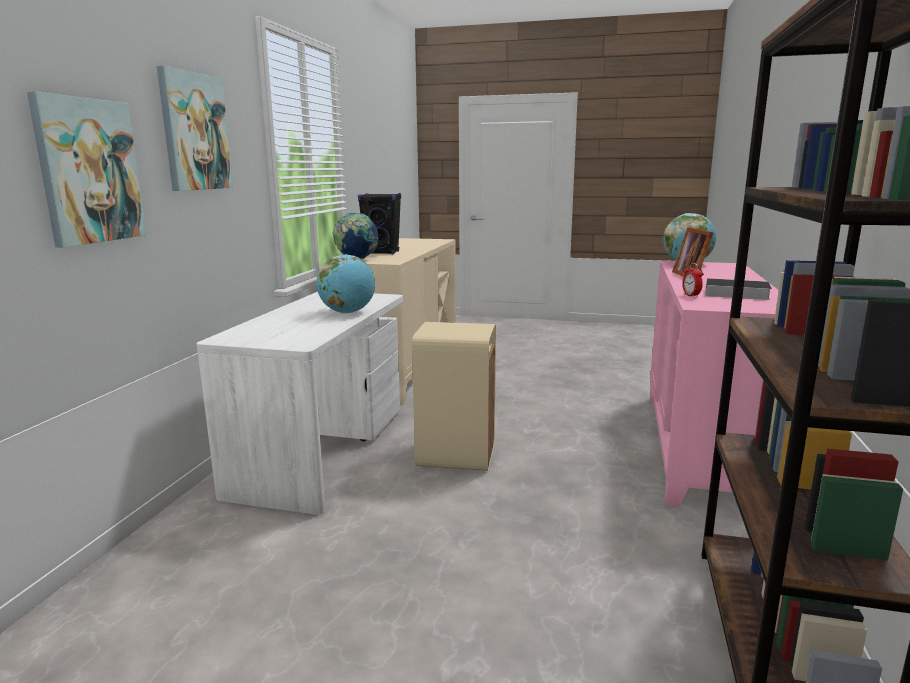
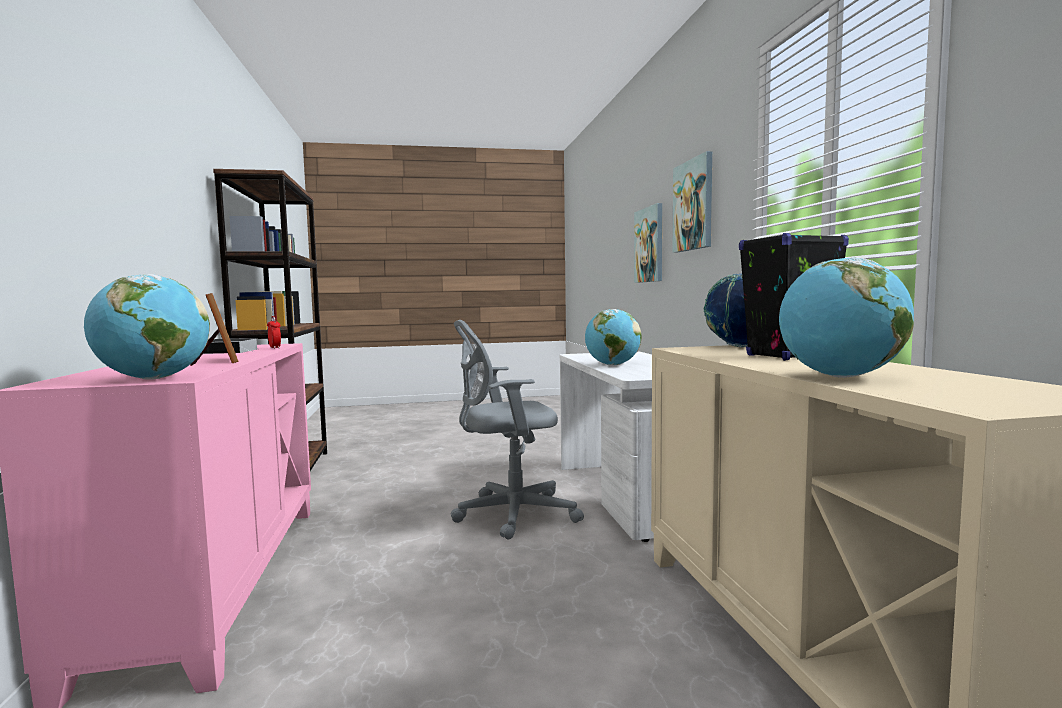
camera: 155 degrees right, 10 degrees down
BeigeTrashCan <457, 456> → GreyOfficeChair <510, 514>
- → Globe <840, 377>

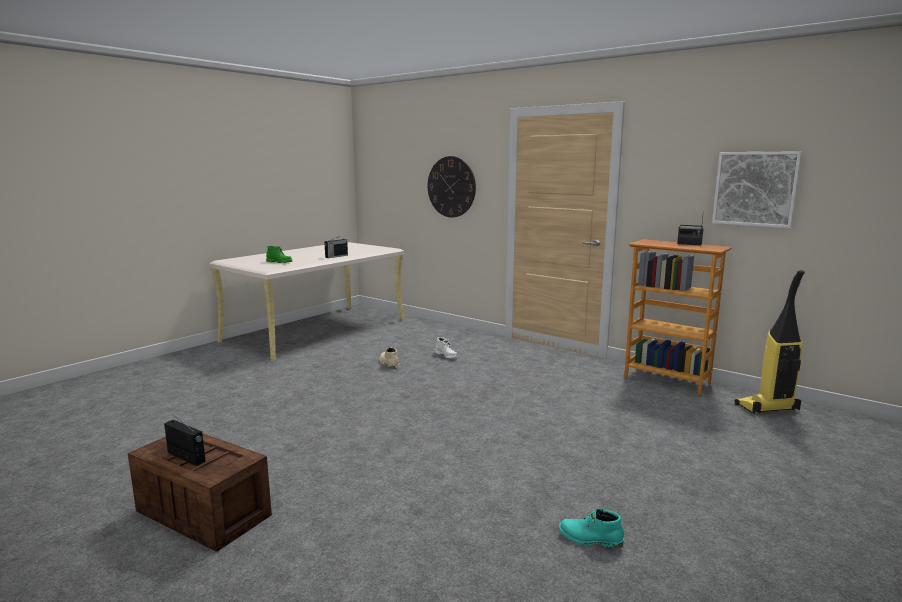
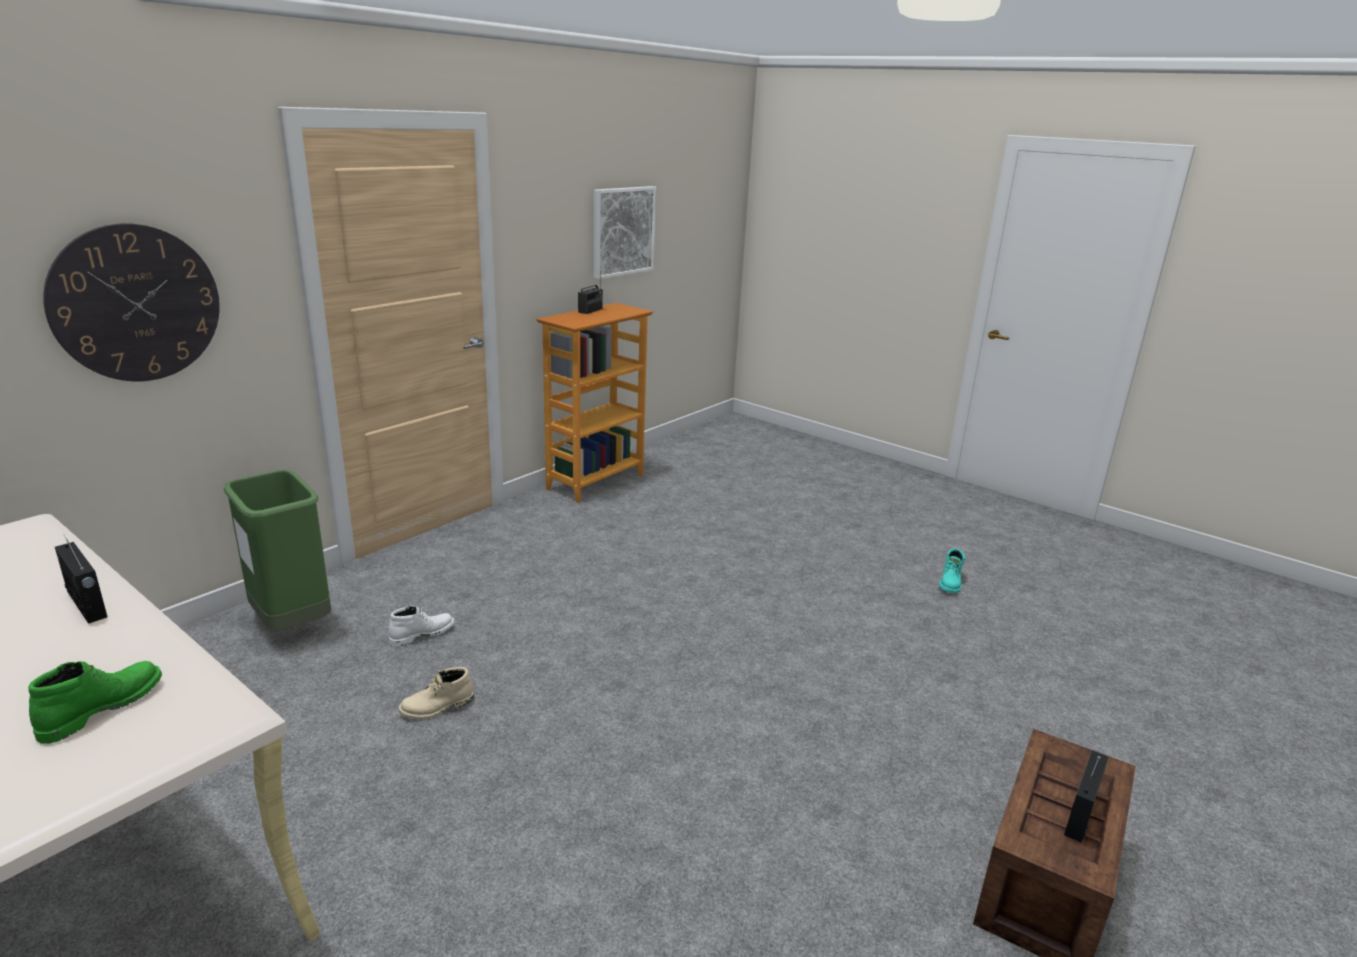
camera: 90 degrees left, 10 degrees up
VacuumCleaner <767, 408> → -
- → GreenTrashCan <292, 623>

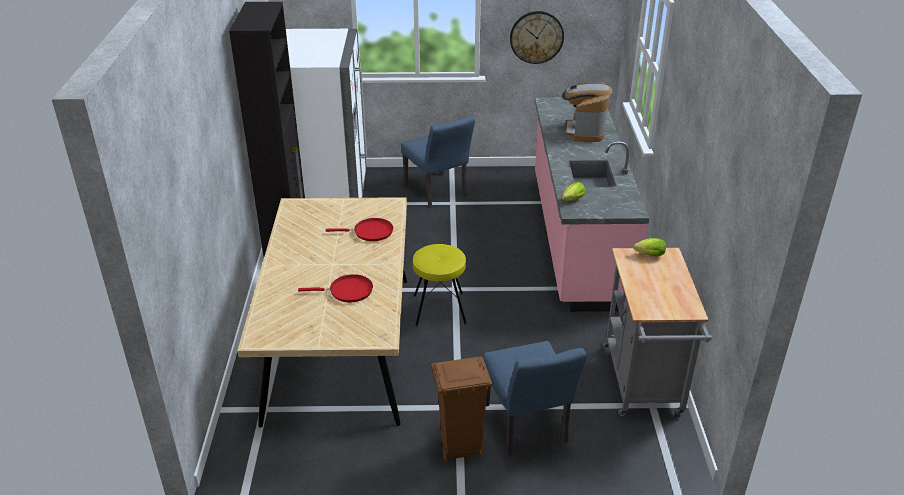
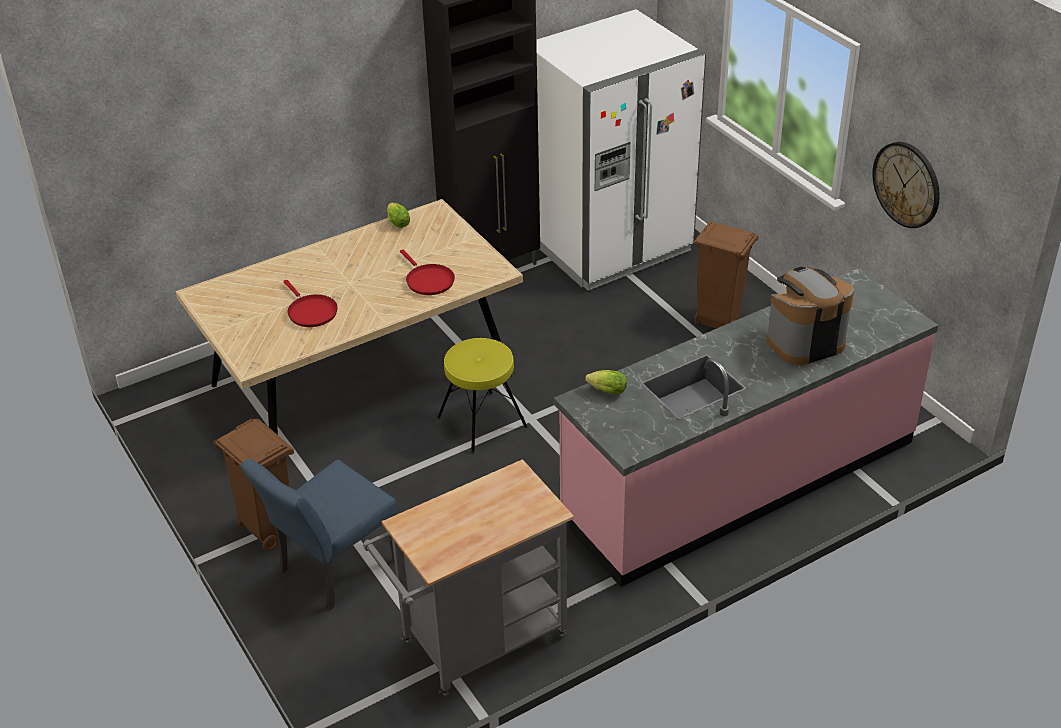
camera: 60 degrees right, 5 degrees up
BlueChair <438, 193> → BrownTrashCan <717, 321>
Lettuce <648, 255> → Lettuce <397, 222>, move

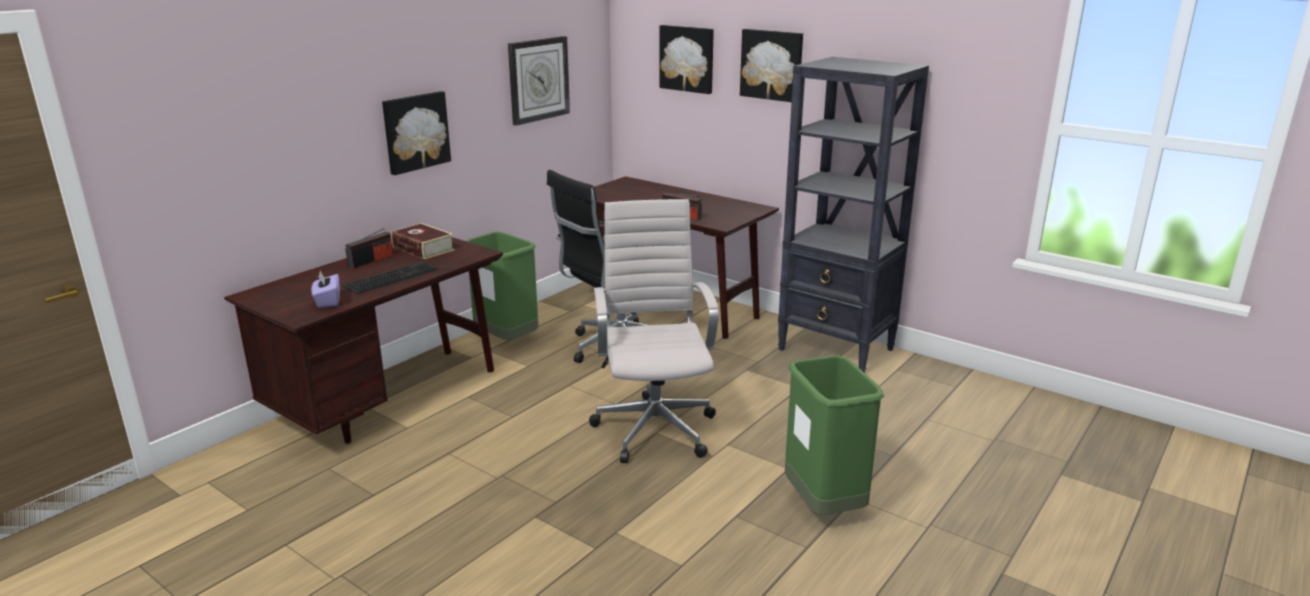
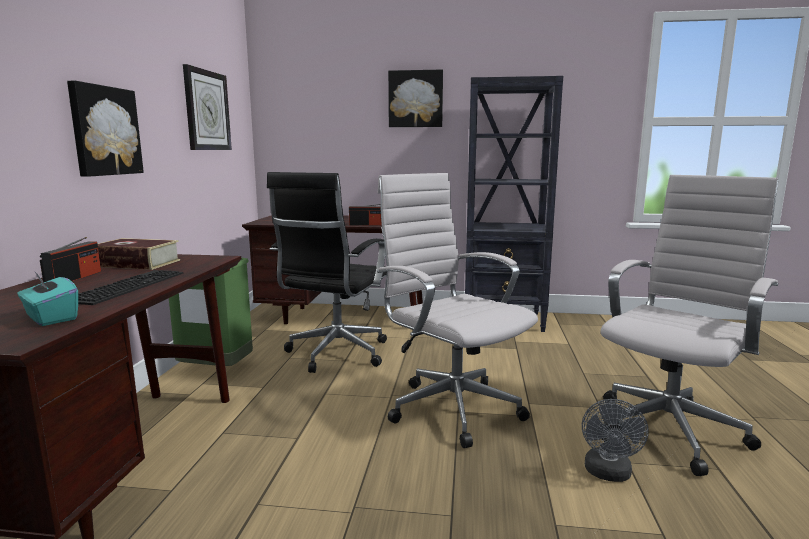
camera: 30 degrees left, 10 degrees down
PurpleTissueBox <328, 301> → TurquoiseTissueBox <51, 318>
Picture <687, 58> → -
GreenTrashCan <823, 506> → WhiteOfficeChair <670, 428>
- → GreyFan <608, 474>

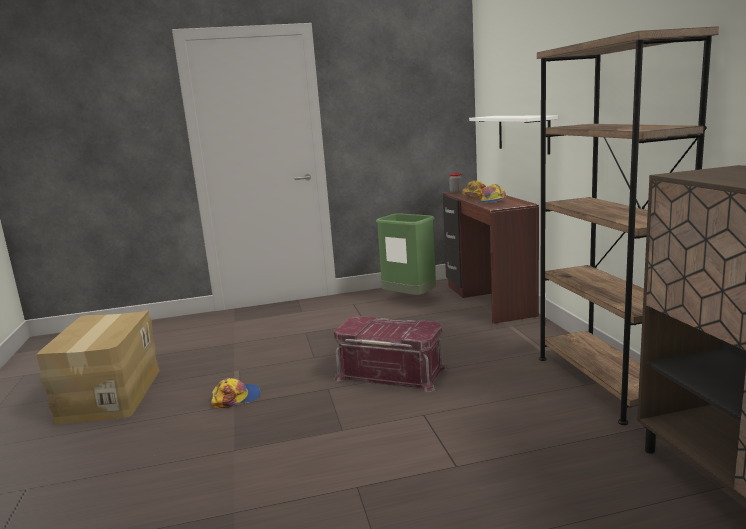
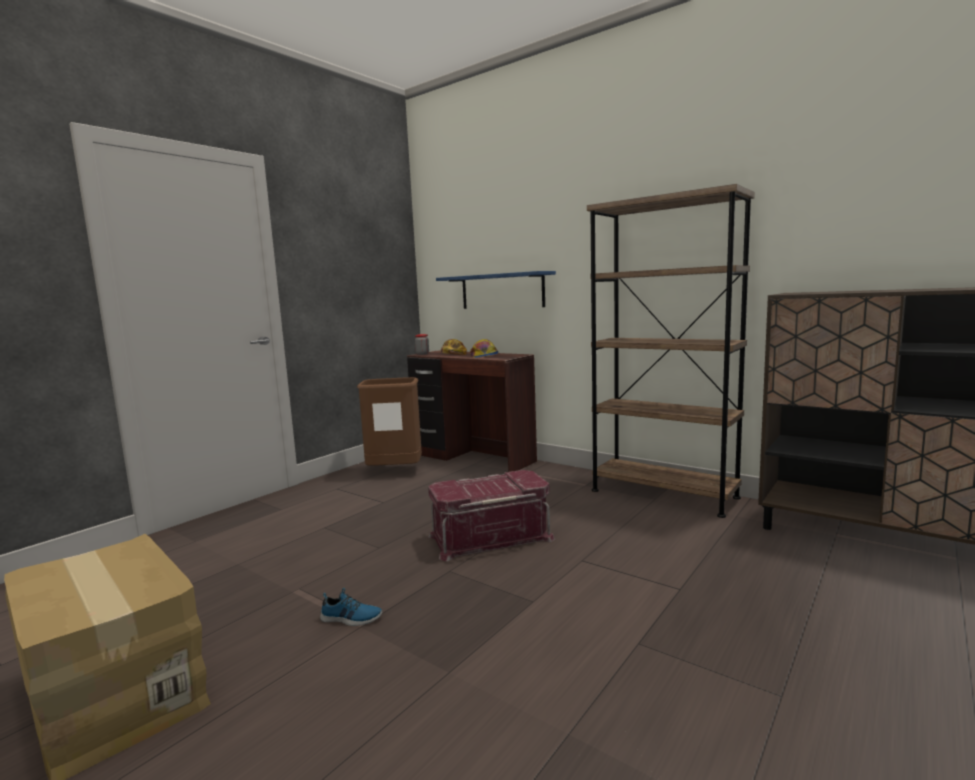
camera: 40 degrees left, 5 degrees down
Cap <236, 398> → Shoe <351, 618>
GreenTrashCan <409, 299> → BrownTrashCan <394, 472>
WhiteShelf <523, 133> → BlueShelf <502, 291>

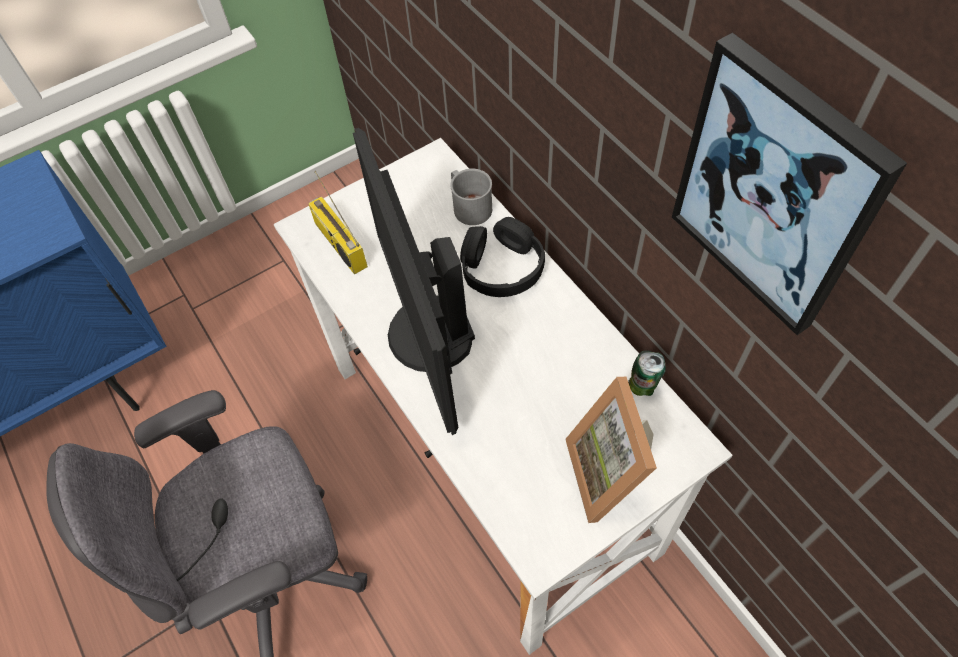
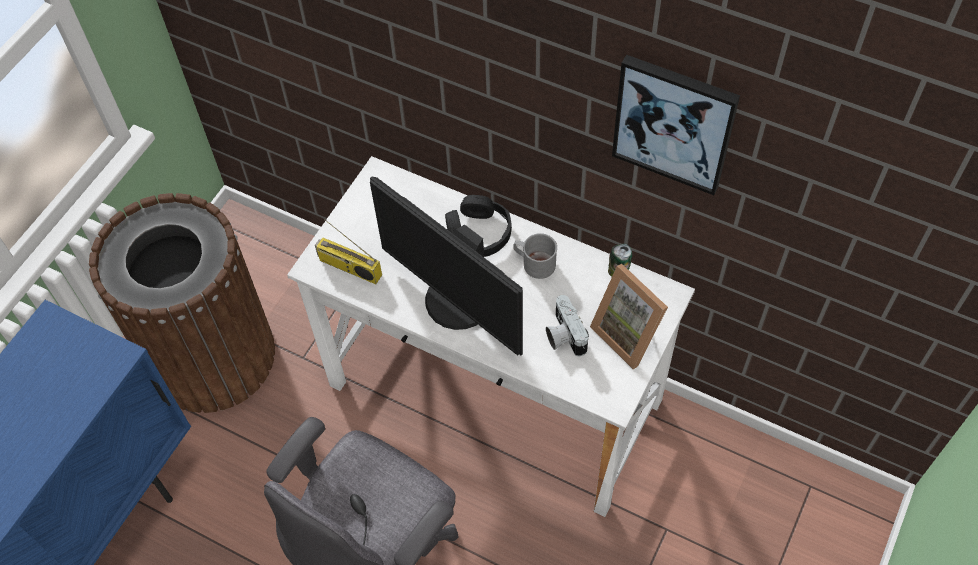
camera: 30 degrees left, 0 degrees up
GreyMug <469, 206> → GreyMug <534, 263>, move
- → BrownTrashCan <213, 356>
- → PhotoCamera <563, 335>

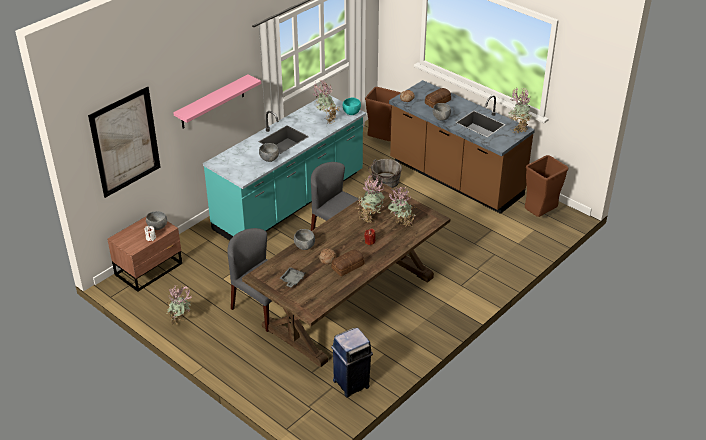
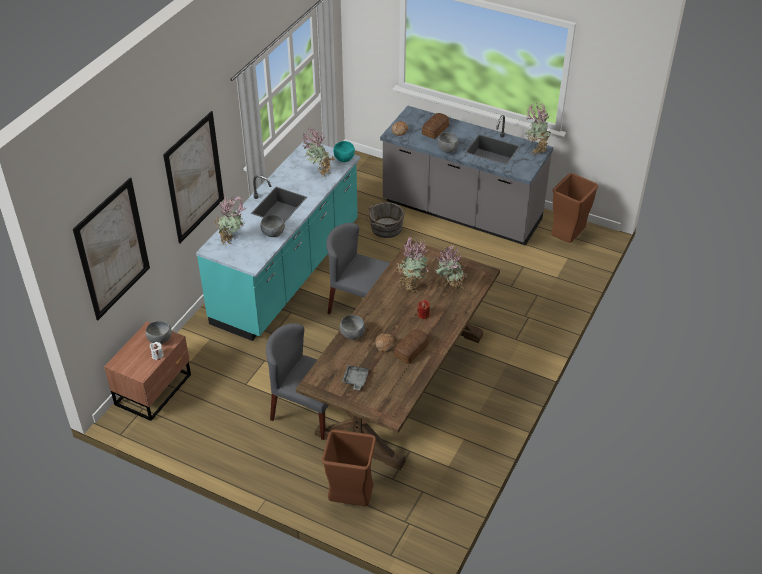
camera: 15 degrees left, 5 degrees up
PottedPlant <181, 321> → PottedPlant <232, 240>, move
PinkShelf <212, 102> → Picture <194, 177>
BlueTrashCan <352, 383> → -
BrownTrashCan <381, 141> → BrownTrashCan <350, 500>, move
BrownCounter <455, 179> → GreyCounter <461, 213>

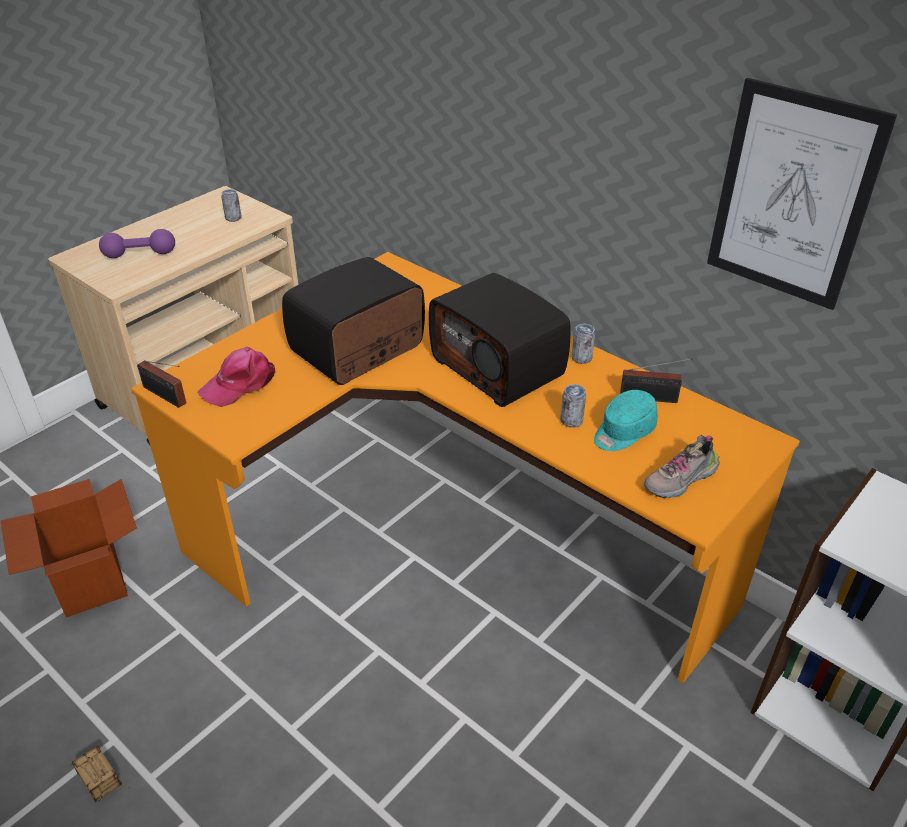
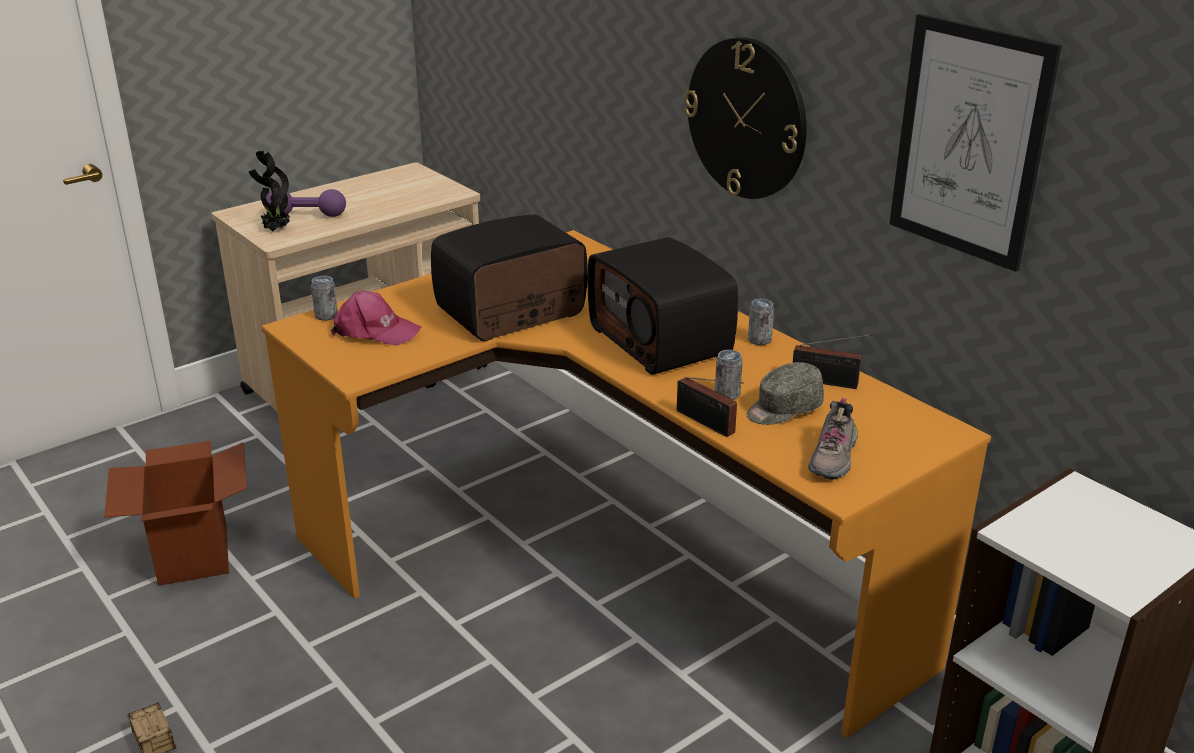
camera: 10 degrees right, 10 degrees down
Radio <166, 397> → Radio <707, 423>, move
PinkCap <240, 384> → PinkCap <375, 331>, 135 degrees counterclockwise
Can <233, 218> → Can <326, 316>, move
TurquoiseCap <623, 432> → GreyCap <783, 409>
Shoe <680, 481> → Shoe <834, 458>, 45 degrees counterclockwise
- → PottedPlant <276, 230>
- → WallClock <746, 118>

